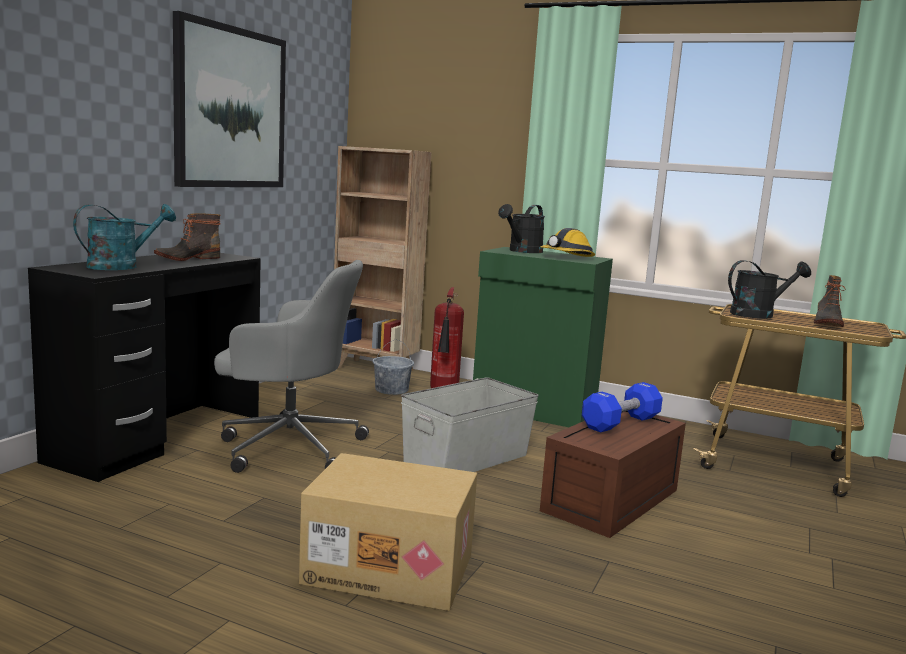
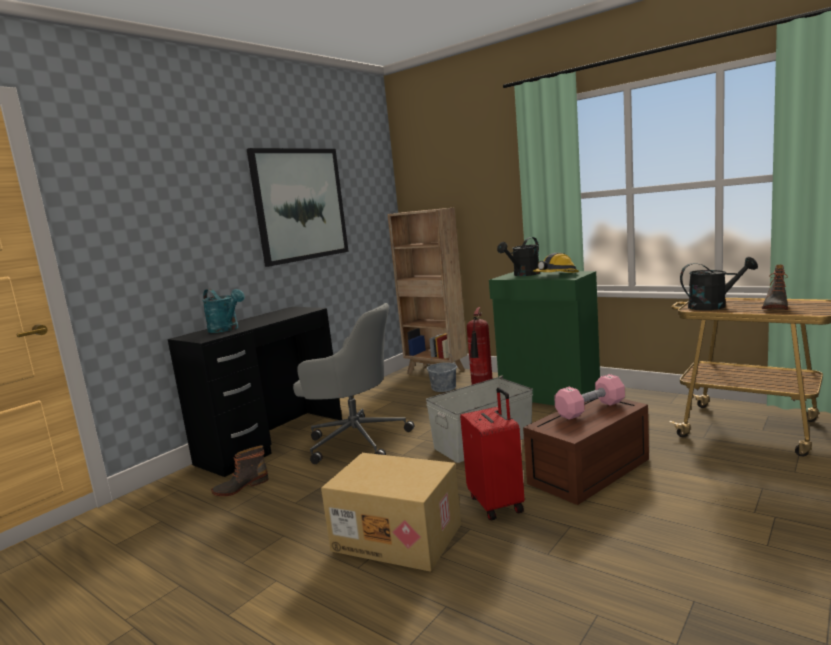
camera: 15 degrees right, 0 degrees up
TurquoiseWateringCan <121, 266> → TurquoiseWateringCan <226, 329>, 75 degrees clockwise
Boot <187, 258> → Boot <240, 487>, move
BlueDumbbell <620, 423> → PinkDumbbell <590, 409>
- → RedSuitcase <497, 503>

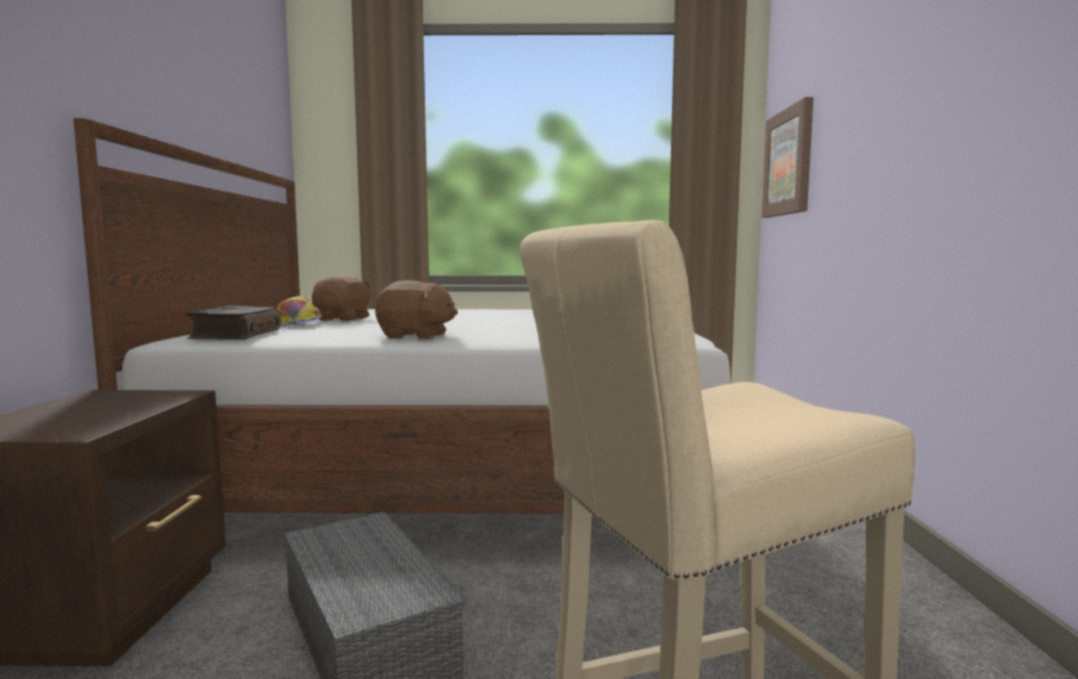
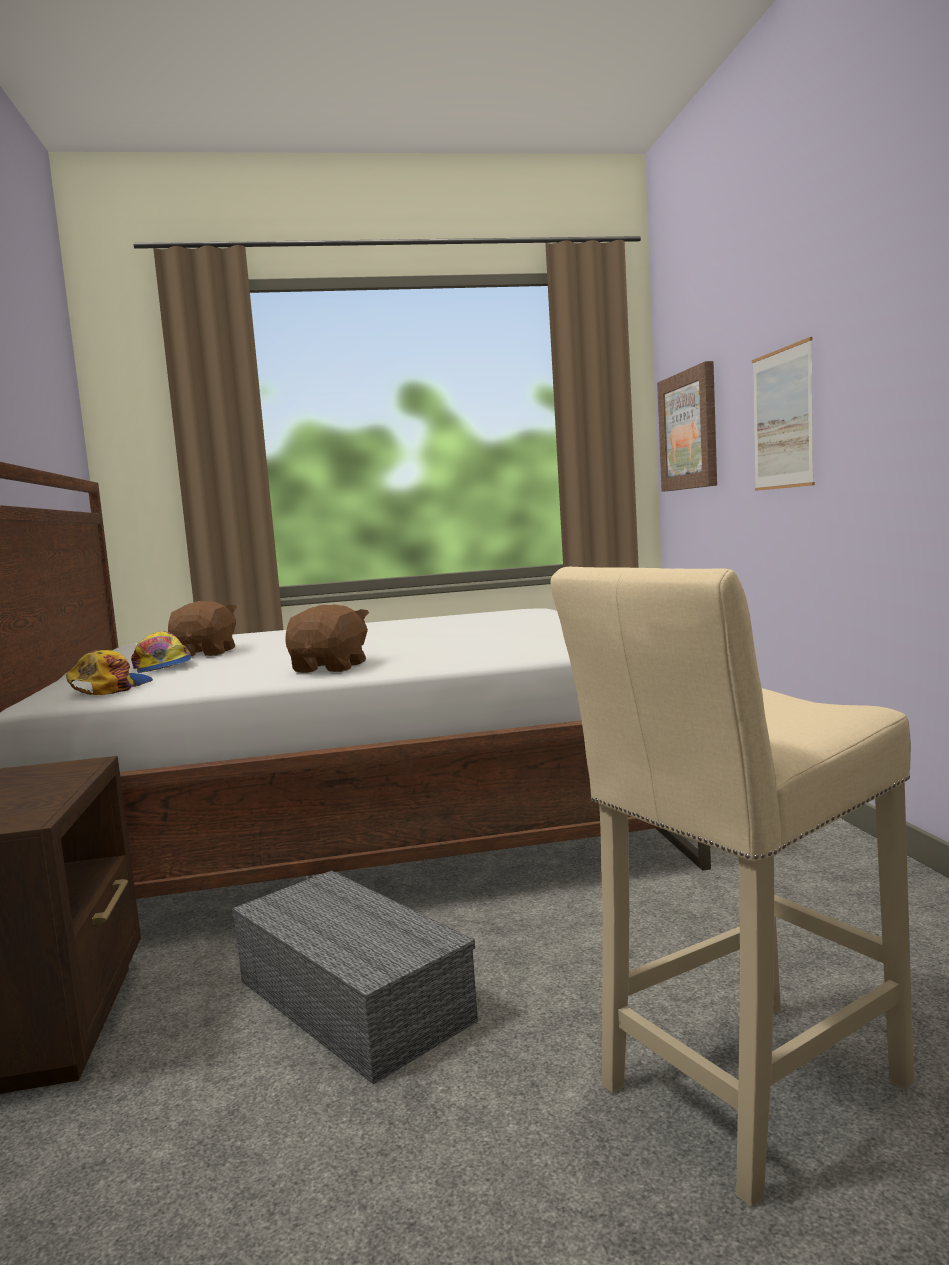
camera: 10 degrees left, 0 degrees up
Book <235, 335> → Cap <110, 688>
BrownPlushToy <416, 336> → BrownPlushToy <331, 668>, 75 degrees counterclockwise
- → Picture <782, 419>

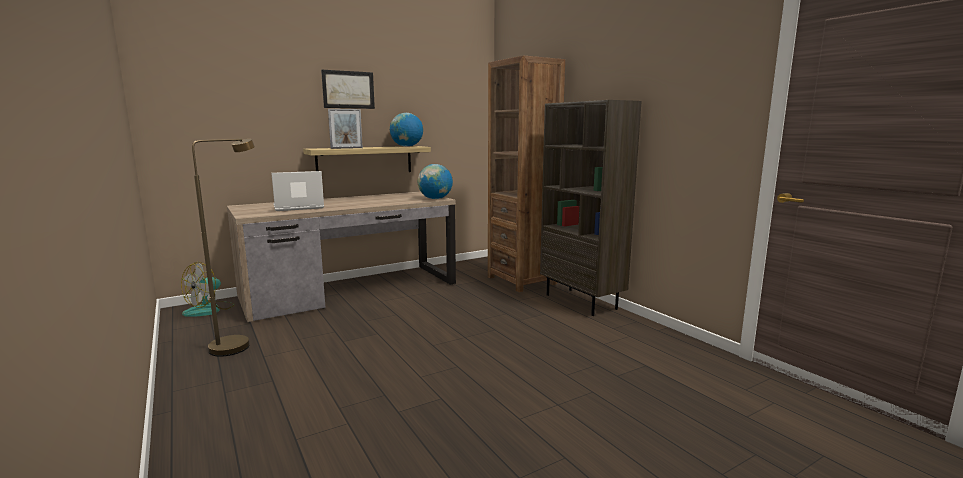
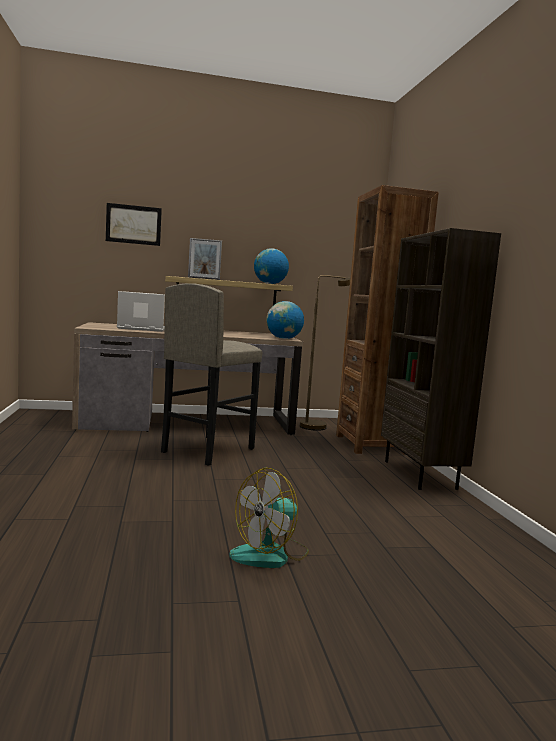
camera: 20 degrees right, 5 degrees down
Fan <209, 310> → Fan <271, 554>, move
BrownFloorLamp <238, 344> → BrownFloorLamp <317, 426>, move
Picture <348, 89> → Picture <133, 224>, move
- → GreyStool <207, 450>

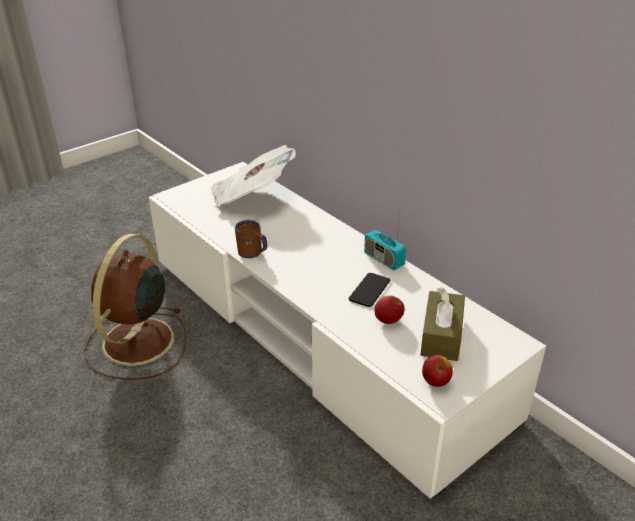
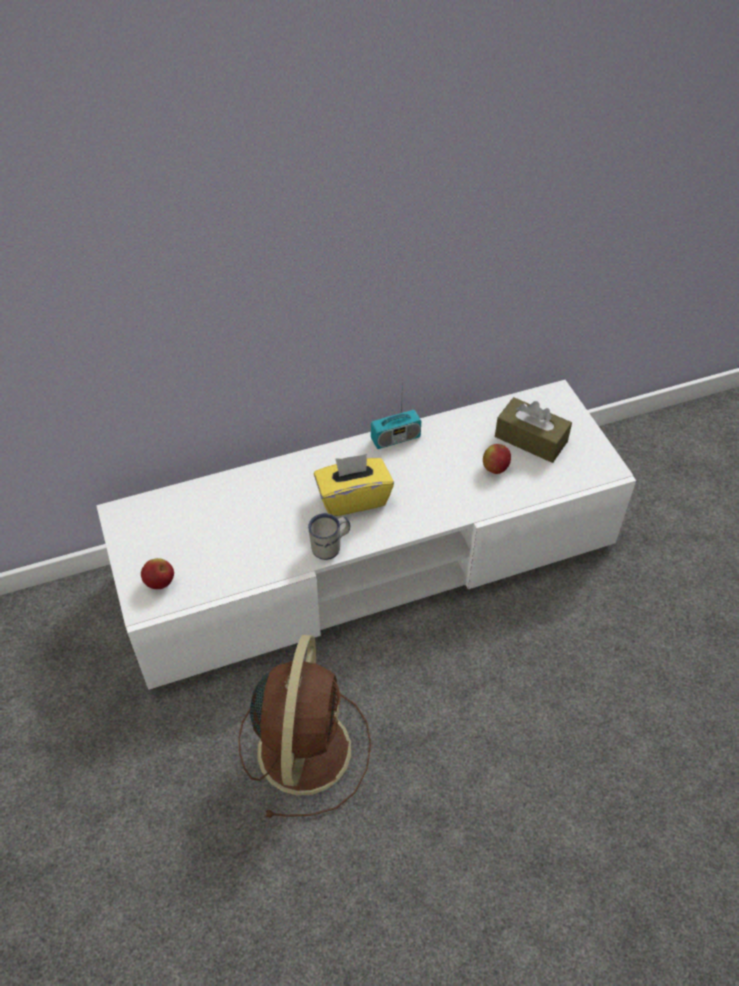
camera: 70 degrees left, 15 degrees up
BrownFan <136, 343> → BrownFan <305, 746>, 120 degrees counterclockwise
Newspaper <251, 196> → -
BrownMug <252, 254> → WhiteMug <331, 546>
Phone <369, 290> → -
Apple <435, 382> → Apple <160, 582>, move
- → YellowTissueBox <353, 498>

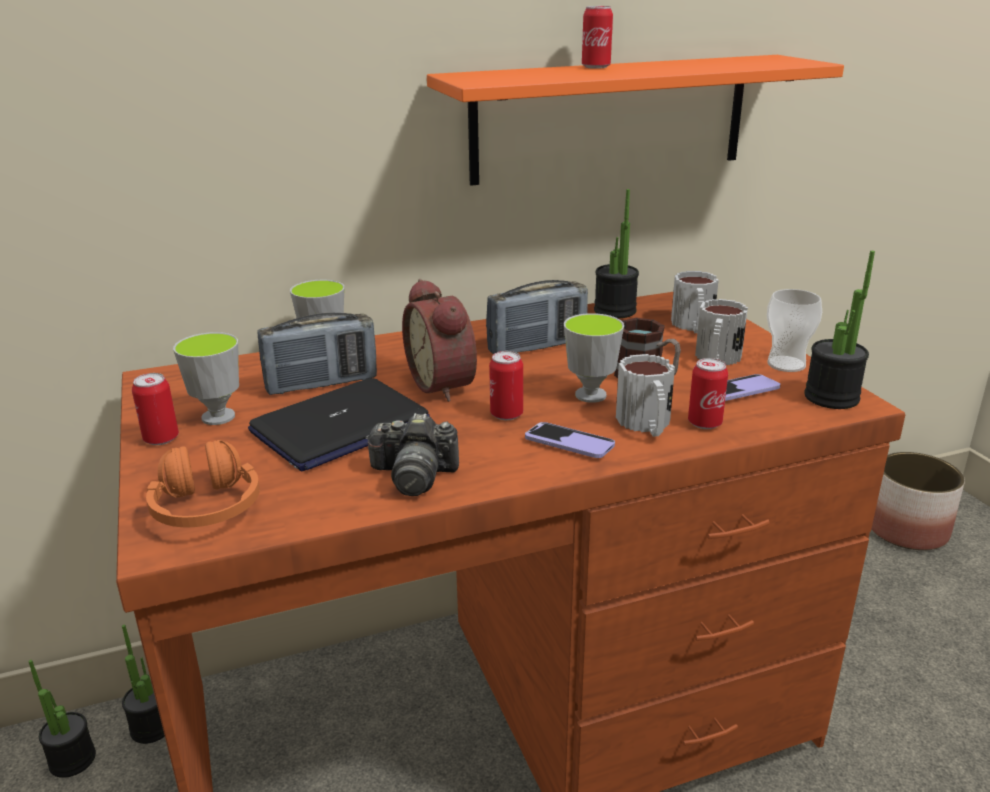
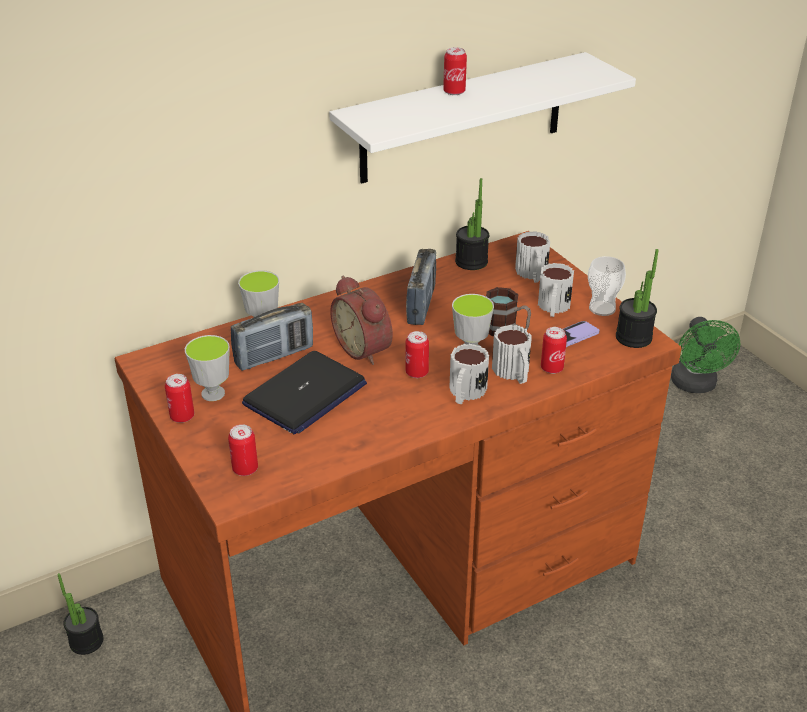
camera: 10 degrees left, 10 degrees up
PottedPlant <152, 727> → -
OrangeHeadphones <207, 508> → Can <245, 469>
PhotoCamera <414, 476> → -
OrangeShelf <610, 118> → WhiteShelf <463, 118>
Radio <537, 347> → Radio <421, 305>, 45 degrees counterclockwise
Phone <569, 443> → Mug <465, 393>
Planter <907, 529> → GreenFan <695, 385>

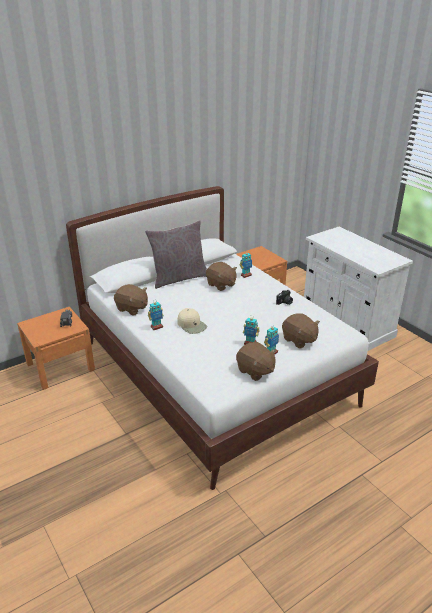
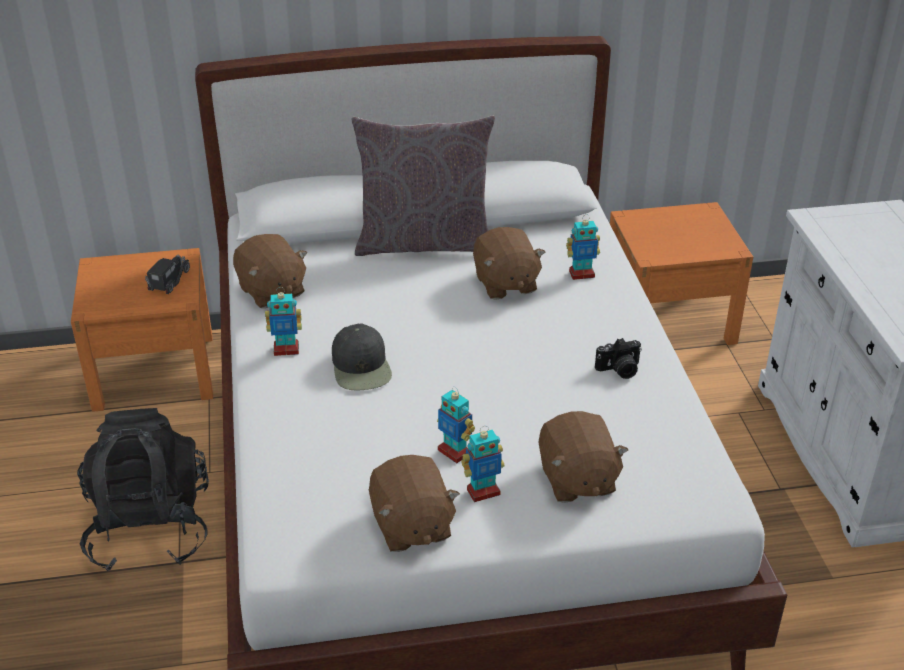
camera: 25 degrees right, 5 degrees up
BeigeCap <192, 325> → BlackCap <361, 367>
- → BlackBackpack <150, 529>

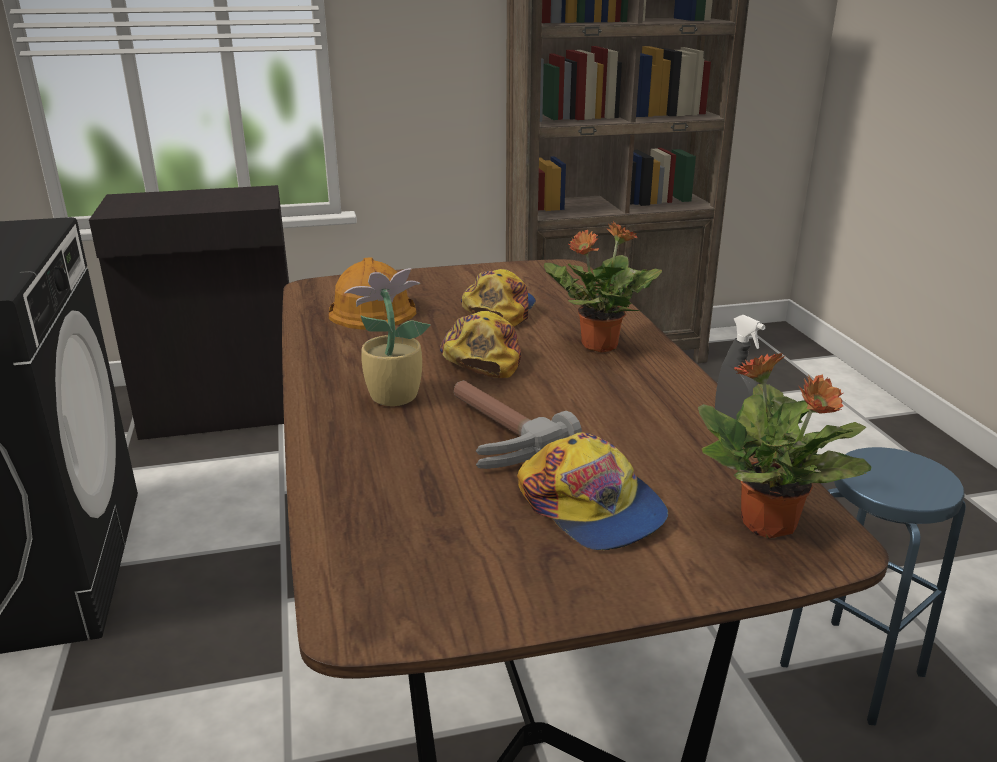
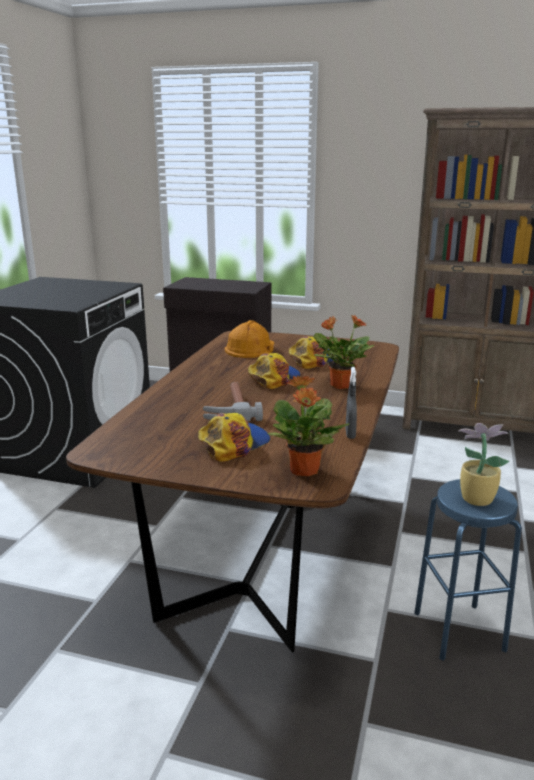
camera: 30 degrees right, 5 degrees down
PottedPlant <391, 397> → PottedPlant <475, 499>, move
Cap <591, 507> → Cap <233, 444>, 135 degrees counterclockwise

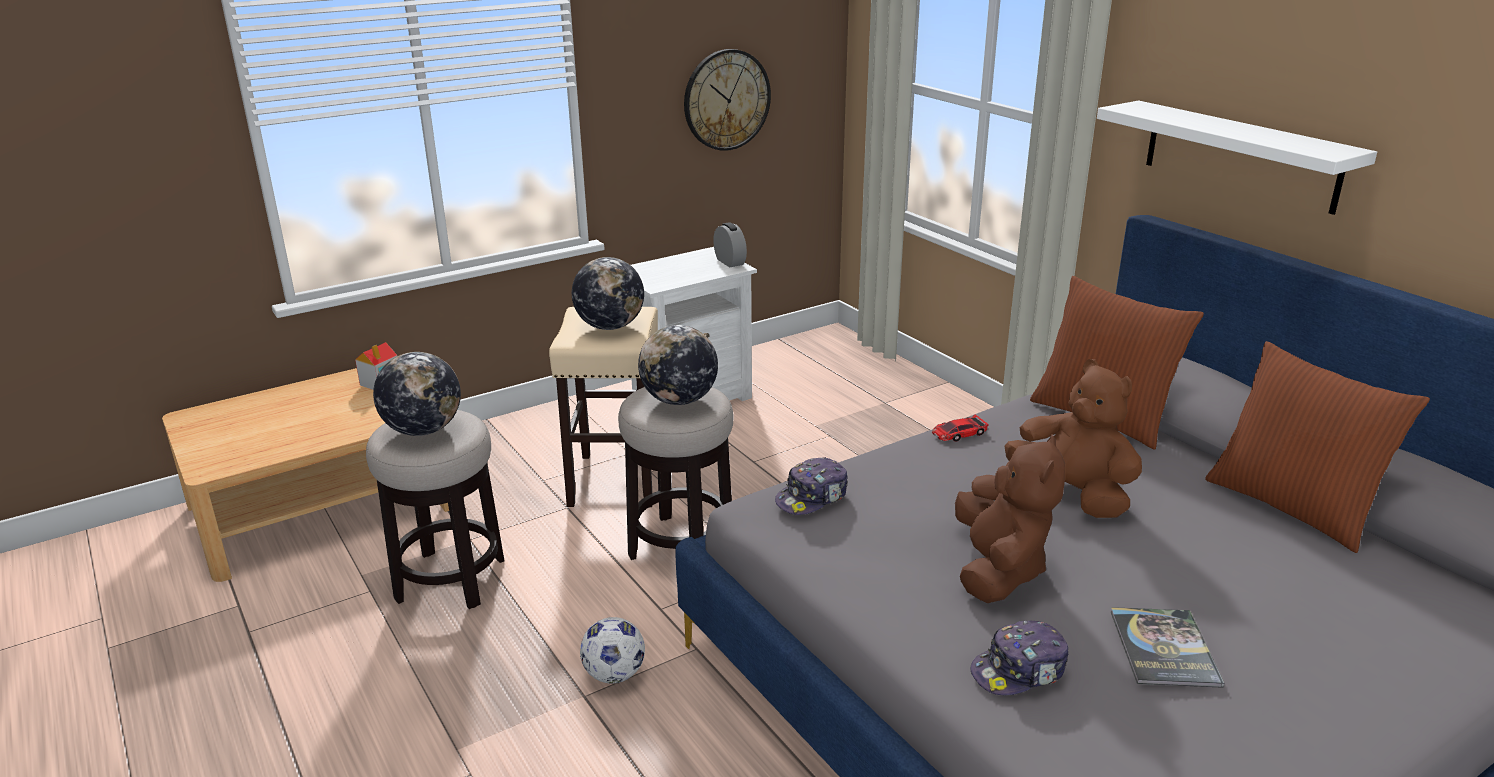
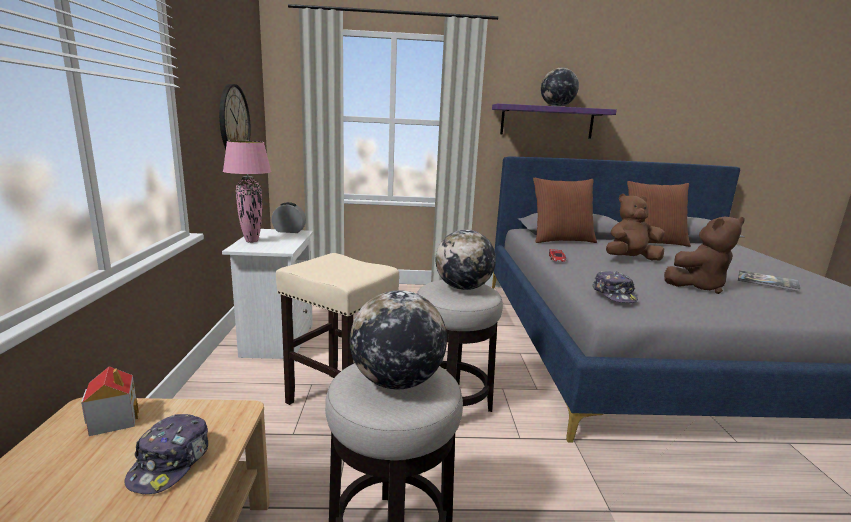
camera: 60 degrees left, 10 degrees down
Globe <610, 327> → Globe <557, 106>, move
Football <614, 674> → -
BrownPlushToy <998, 570> → BrownPlushToy <697, 286>, 120 degrees clockwise
Cap <1019, 671> → Cap <171, 462>, move
WhiteShelf <1240, 155> → PurpleShelf <547, 122>
- → PinkTableLamp <252, 241>

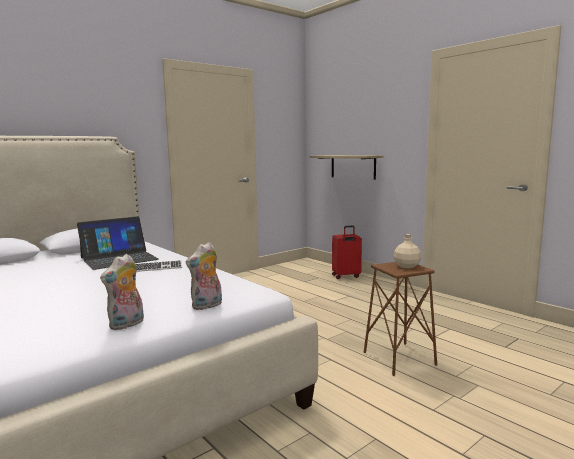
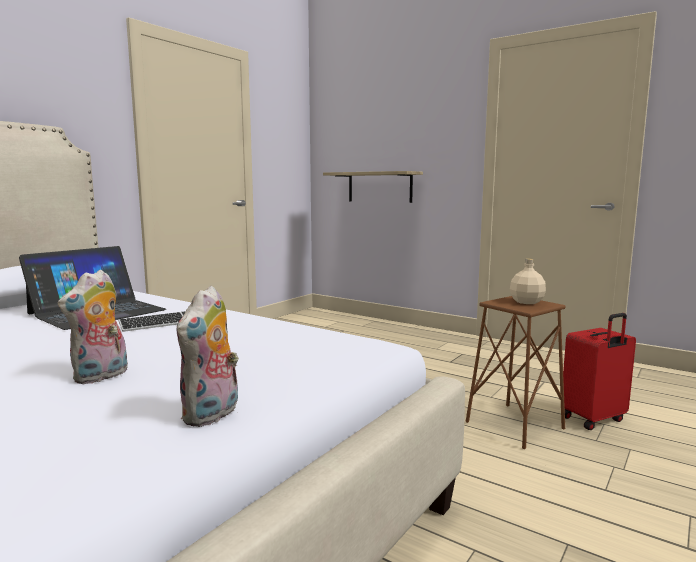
camera: 15 degrees left, 0 degrees up
PlushToy <207, 306> → PlushToy <101, 376>, move
RedSuitcase <346, 276> → RedSuitcase <594, 419>, move

